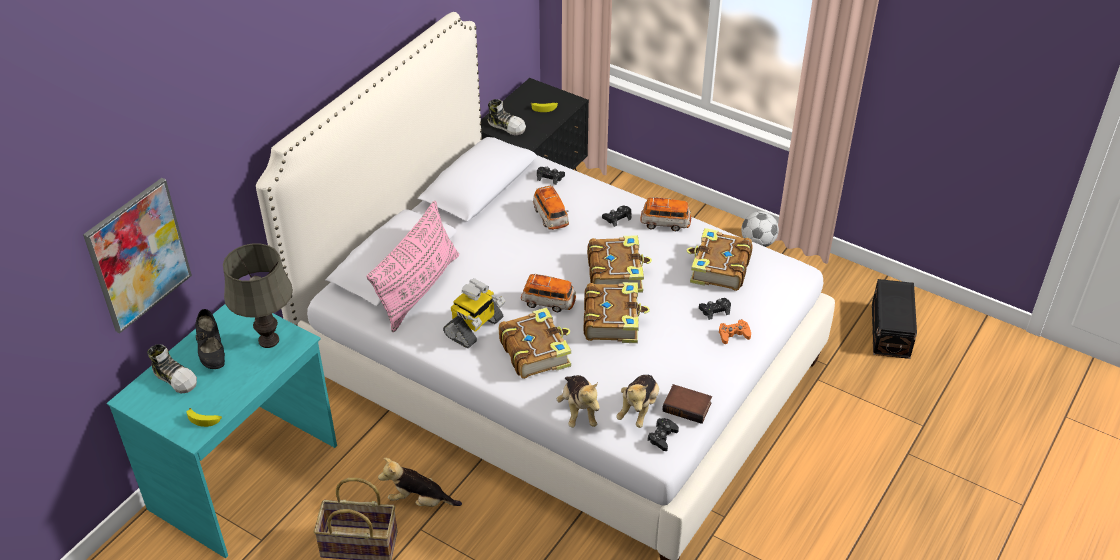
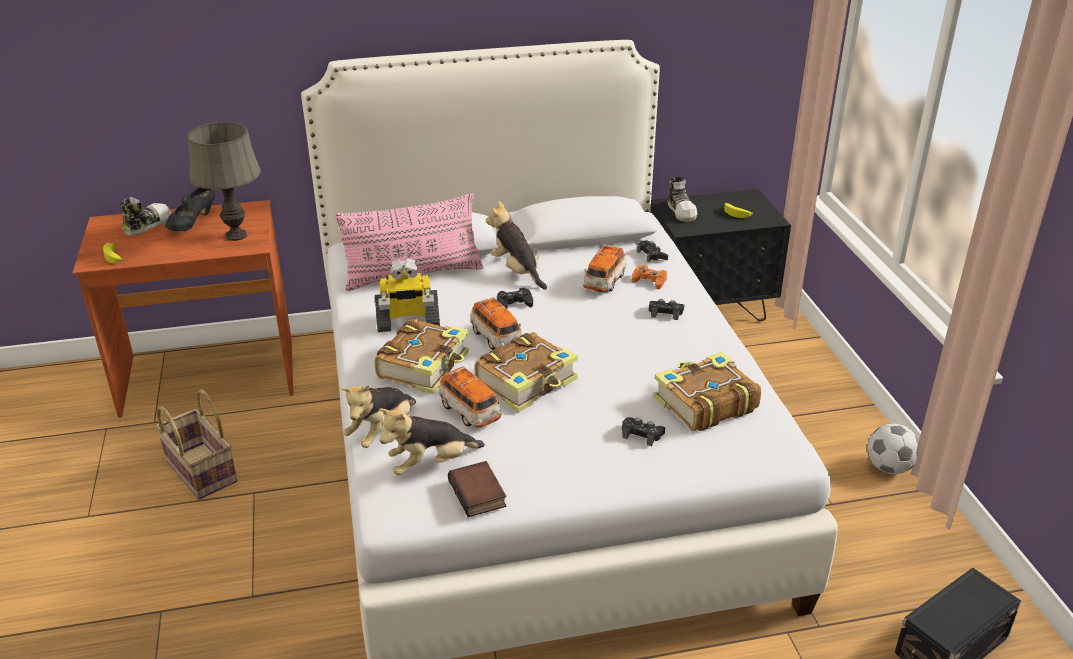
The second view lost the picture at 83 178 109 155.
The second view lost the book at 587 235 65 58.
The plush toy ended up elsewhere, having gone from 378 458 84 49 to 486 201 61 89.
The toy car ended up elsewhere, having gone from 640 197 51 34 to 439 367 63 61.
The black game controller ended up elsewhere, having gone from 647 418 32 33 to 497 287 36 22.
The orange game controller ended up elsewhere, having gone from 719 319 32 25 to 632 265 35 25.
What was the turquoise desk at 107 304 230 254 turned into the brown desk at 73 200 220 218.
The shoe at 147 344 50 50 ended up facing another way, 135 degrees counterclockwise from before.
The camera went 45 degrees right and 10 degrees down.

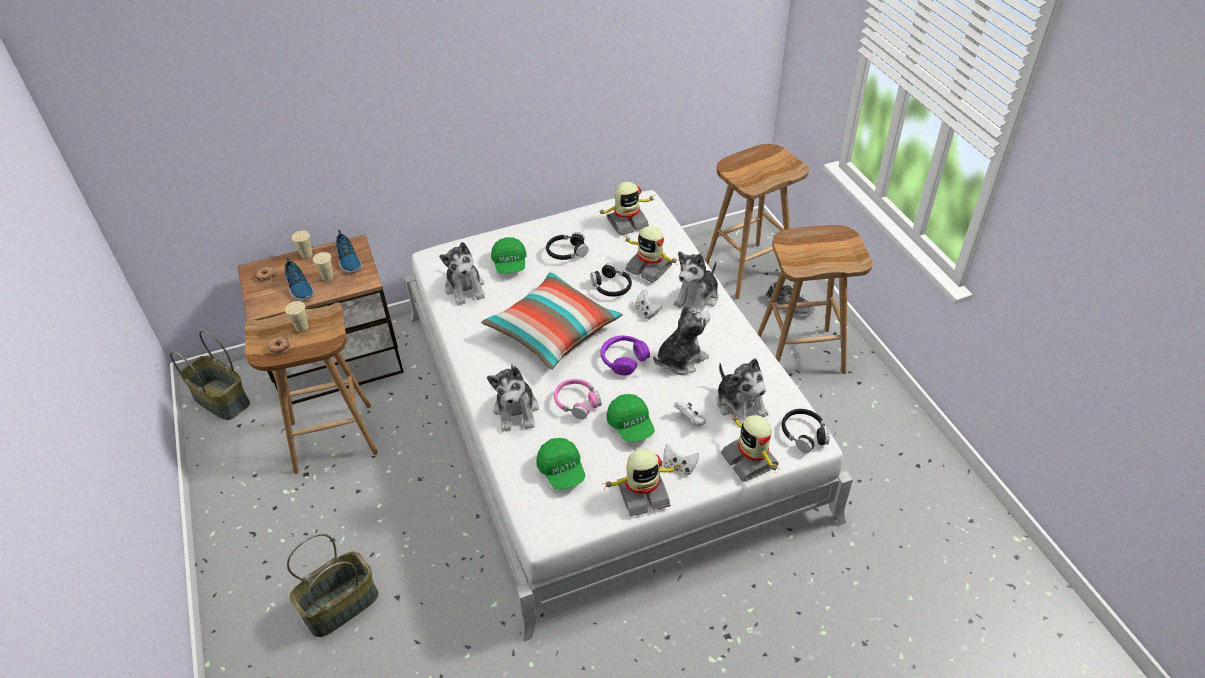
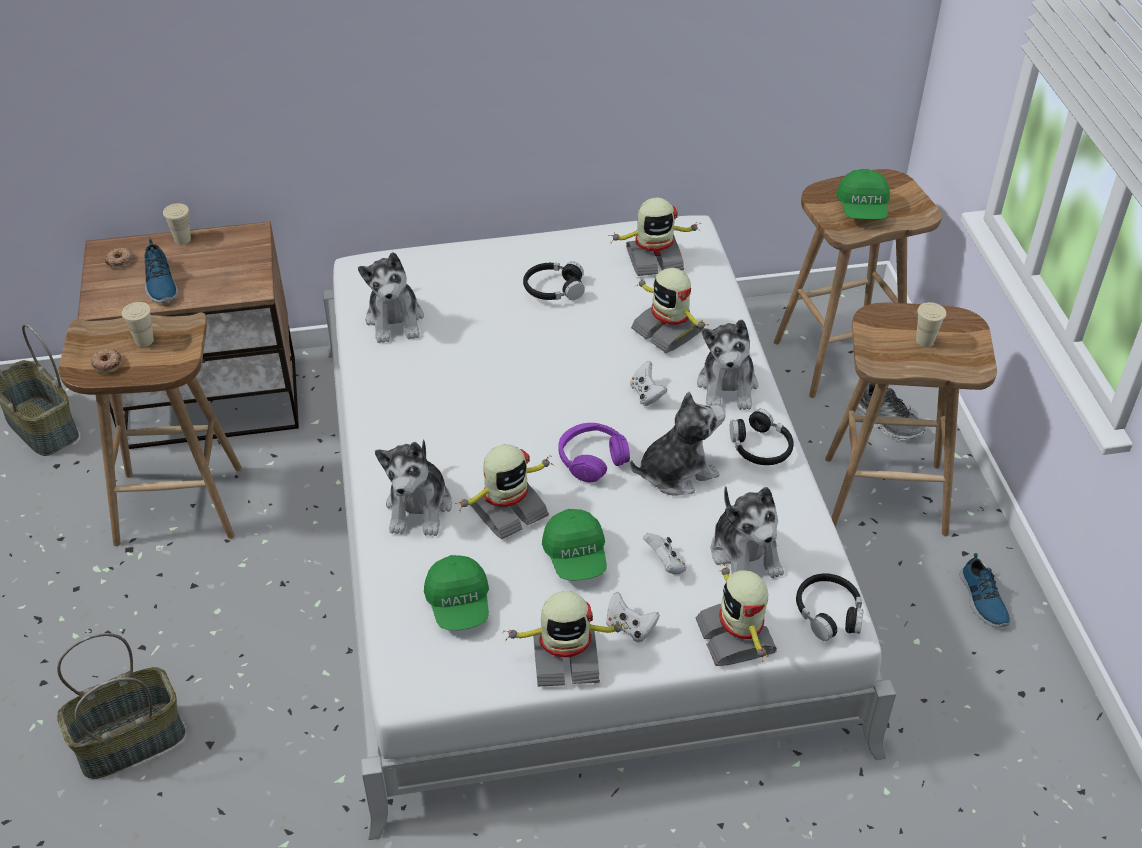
The second view lost the pillow at 481 271 142 98.
The beige cup ended up elsewhere, having gone from 313 252 21 29 to 916 302 30 45.
The shoe ended up elsewhere, having gone from 336 230 26 43 to 959 553 51 75.
The green cap ended up elsewhere, having gone from 491 237 36 36 to 836 169 54 50.
The black headphones ended up elsewhere, having gone from 590 263 42 34 to 730 409 64 56.
Where the pink headphones stood at 554 379 48 40, the toy robot came to stand at 455 444 98 95.
The plush toy at 674 251 45 61 ended up facing another way, 45 degrees counterclockwise from before.
The camera went 10 degrees right and 0 degrees up.

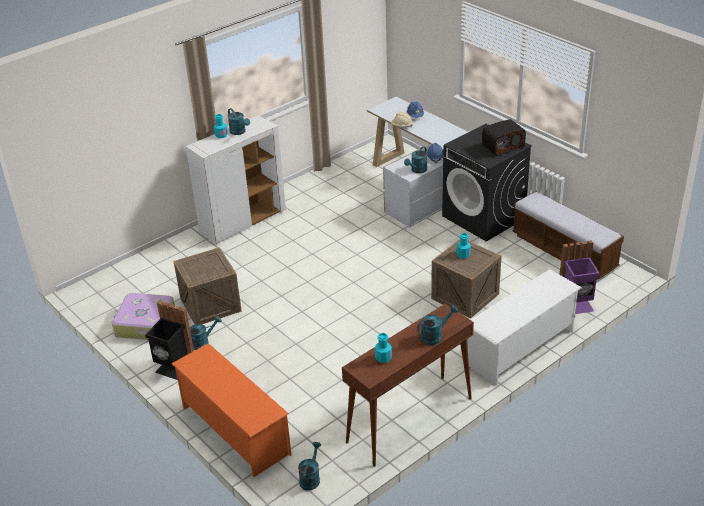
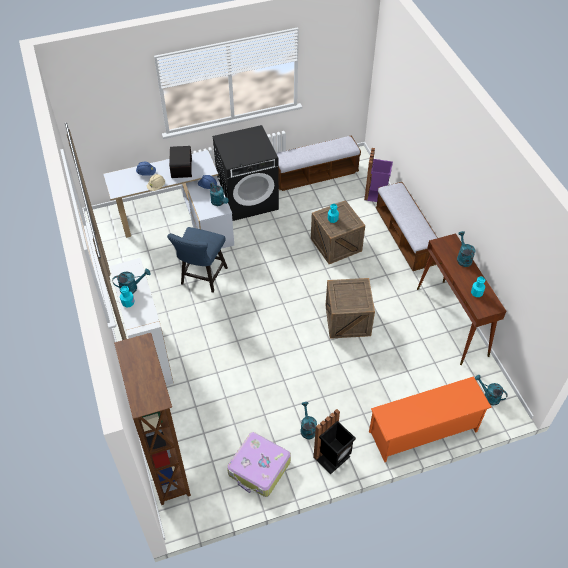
The second view gained the brown bookcase at 114 333 77 172.
The second view gained the blue chair at 167 227 61 66.
The crate ended up elsewhere, having gone from 174 247 68 78 to 325 278 50 61.
The radio ended up elsewhere, having gone from 482 119 44 37 to 169 146 23 32.
Where the white shoe rack stood at 467 269 115 116, the bench came to stand at 376 182 62 89.
The camera went 70 degrees left and 15 degrees up.

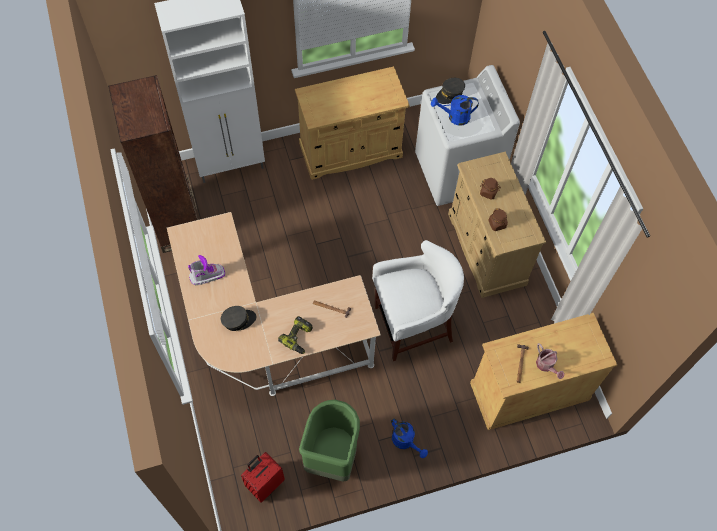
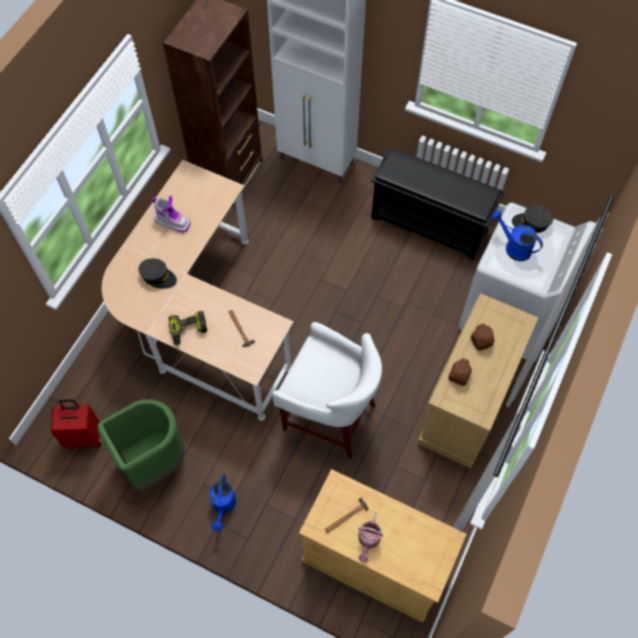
Where the beige cabinet stood at 295 66 115 114, the black shoe rack came to stand at 371 147 134 113.
The camera went 45 degrees right and 0 degrees up.

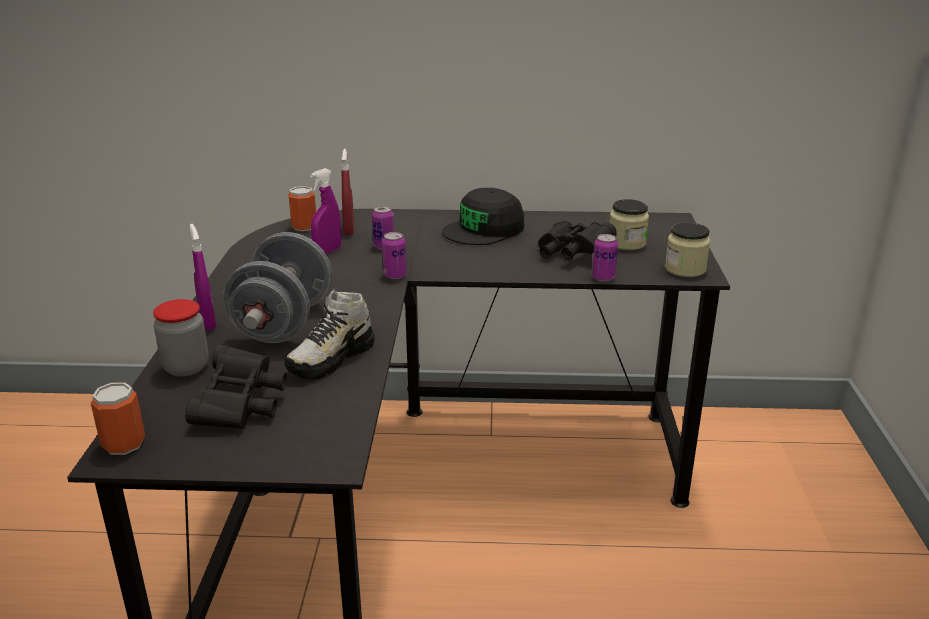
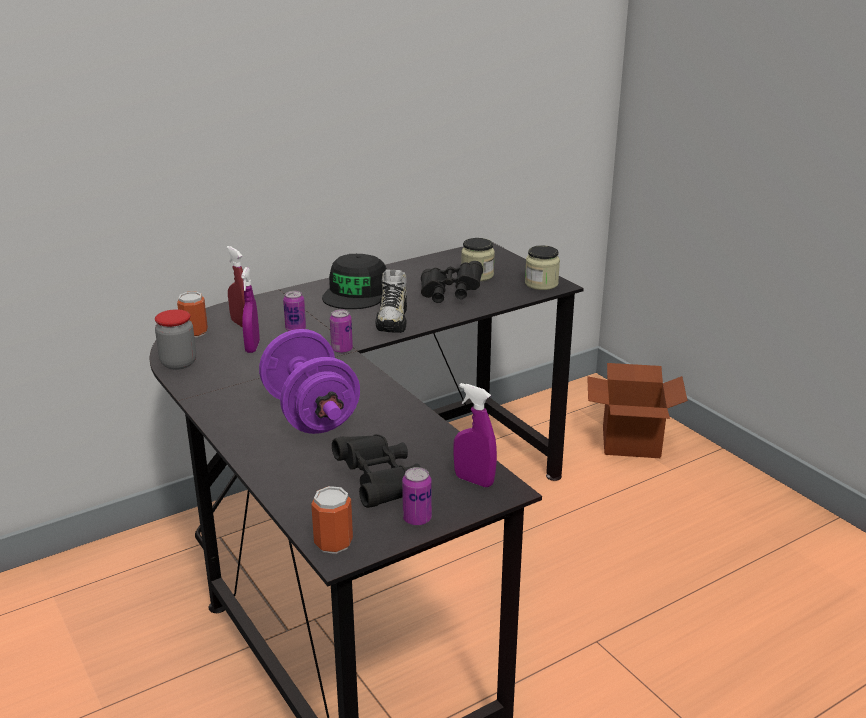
The second view gained the cardboard box at 587 363 101 95.
The jar ended up elsewhere, having gone from 153 299 56 78 to 155 309 41 61.
The purple spray bottle ended up elsewhere, having gone from 190 224 26 106 to 453 383 44 104.
The shoe ended up elsewhere, having gone from 284 289 91 91 to 375 269 32 64.
The can ended up elsewhere, having gone from 592 234 26 48 to 402 467 30 59.
What was the grey dumbbell at 223 232 109 111 turned into the purple dumbbell at 259 329 101 105.
The camera went 35 degrees left and 0 degrees up.

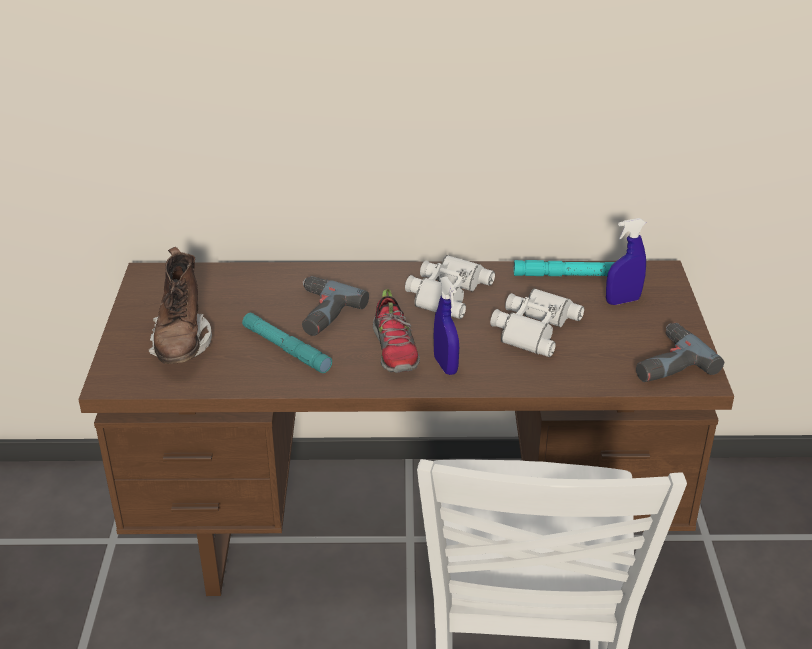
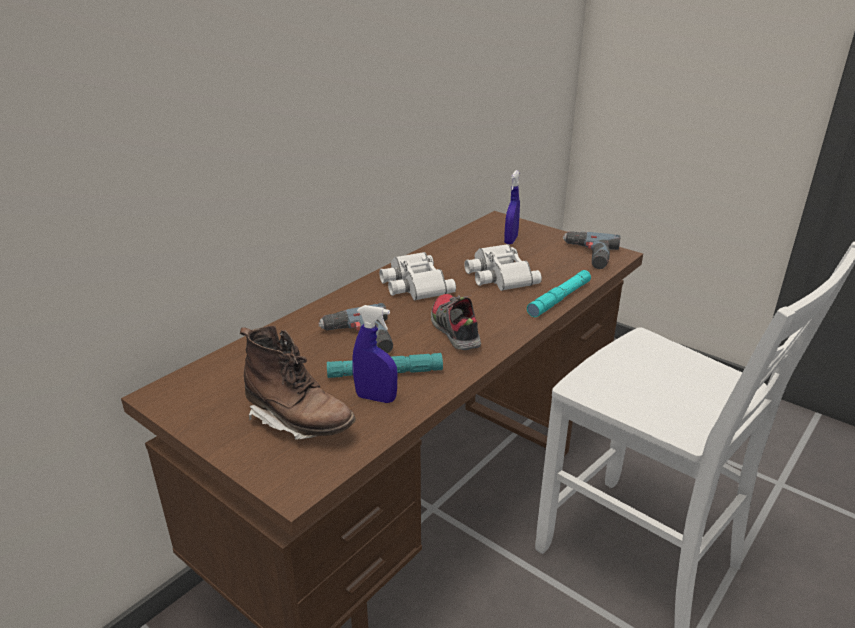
The blue spray bottle ended up elsewhere, having gone from 434 277 25 98 to 352 305 45 98.
The turquoise flashlight ended up elsewhere, having gone from 514 260 101 16 to 527 270 64 47.
The shoe at 373 289 47 84 ended up facing another way, 135 degrees counterclockwise from before.
The camera went 50 degrees left and 5 degrees down.

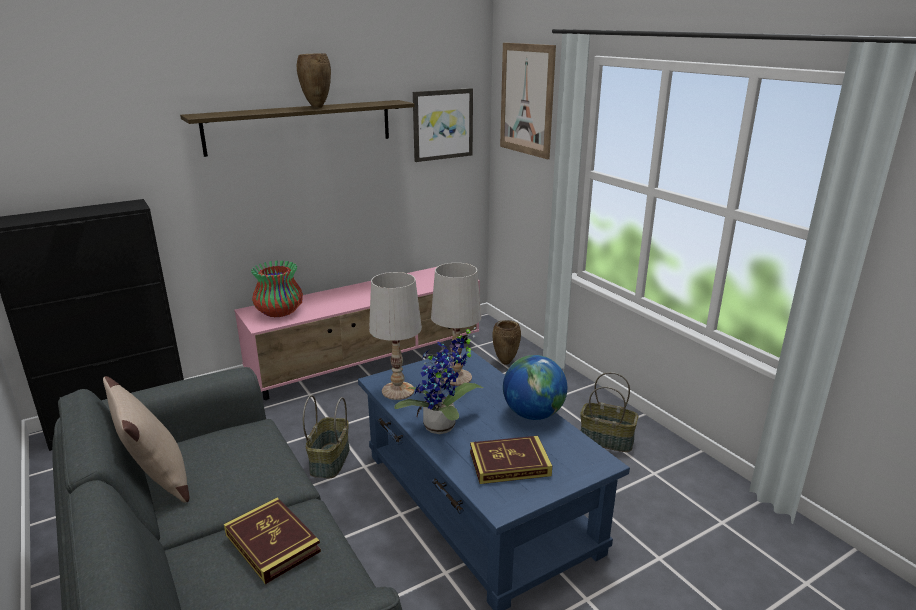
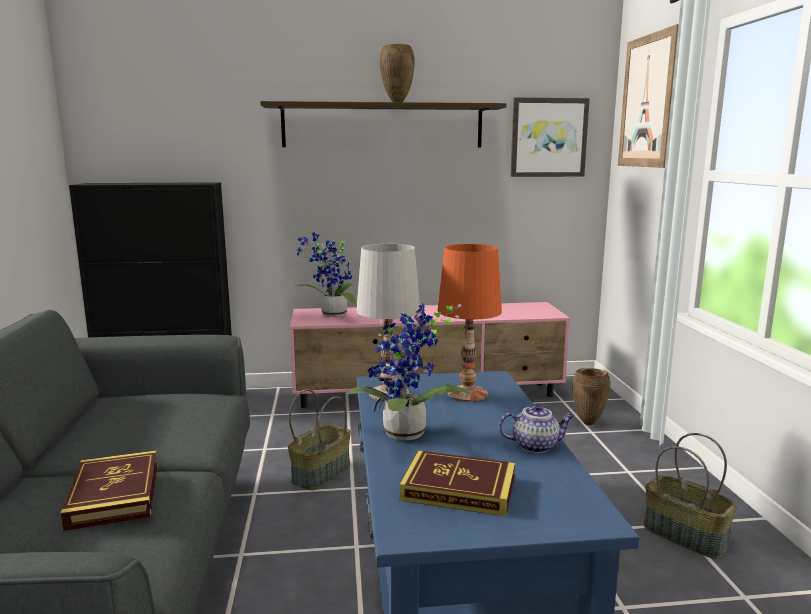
The second view lost the beige pillow at 103 376 86 127.
Where the vase stood at 251 260 52 57, the potted plant came to stand at 294 232 62 85.
Where the globe stood at 503 355 64 65, the teapot came to stand at 499 404 75 49.
What was the white table lamp at 431 263 50 123 turned into the orange table lamp at 438 244 64 158.
The camera went 25 degrees right and 10 degrees down.

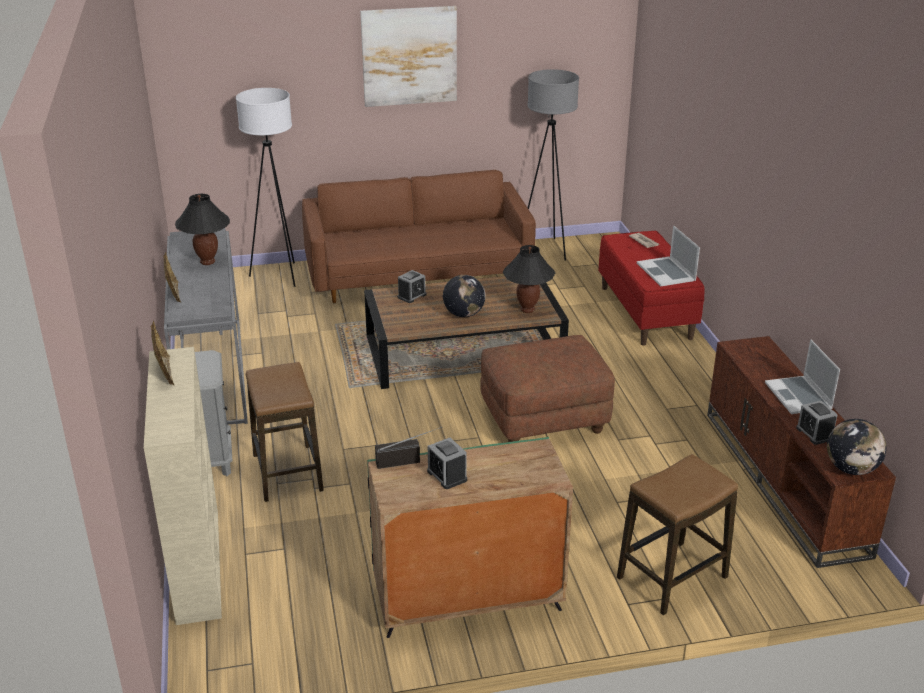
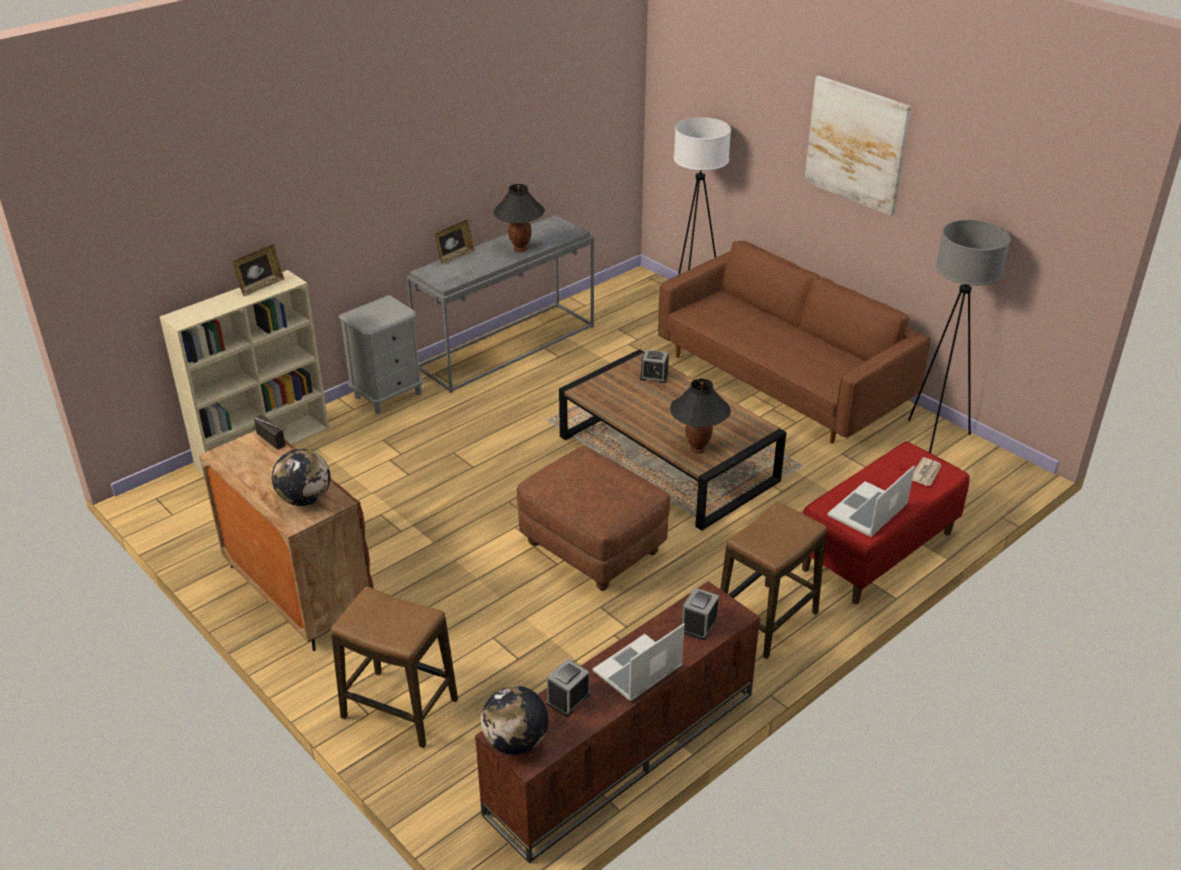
The stool ended up elsewhere, having gone from 246 362 78 140 to 720 501 107 158.
The alarm clock ended up elsewhere, having gone from 427 438 40 51 to 682 588 37 52.
The globe ended up elsewhere, having gone from 443 275 43 42 to 272 449 58 57.
What was the green cabinet at 367 437 206 201 turned into the brown cabinet at 199 430 175 221.
The camera went 60 degrees right and 5 degrees up.

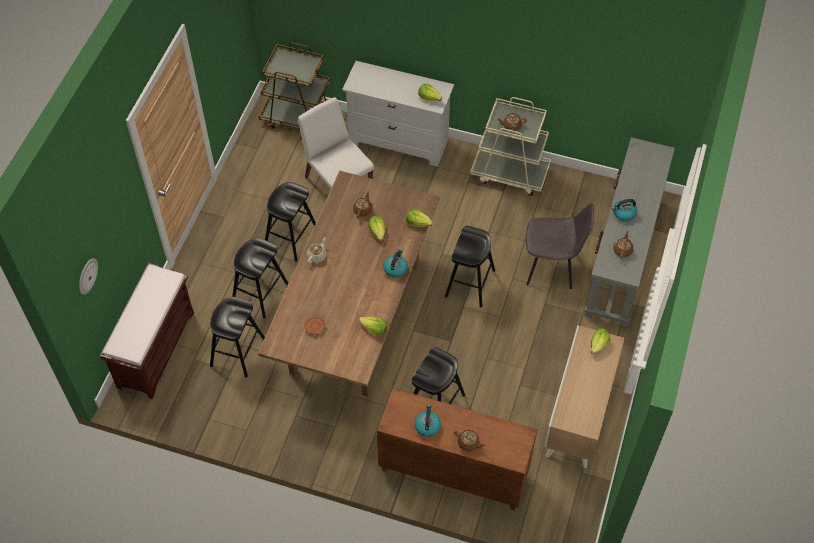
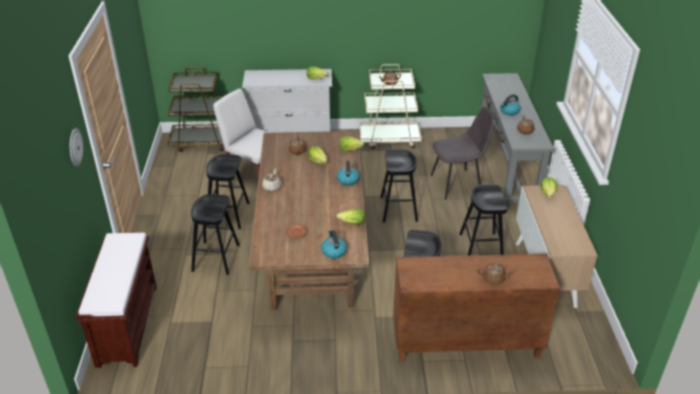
The wall clock ended up elsewhere, having gone from 79 258 19 37 to 70 128 13 38.
The black stool ended up elsewhere, having gone from 210 296 55 81 to 459 185 49 70.
The kettle ended up elsewhere, having gone from 414 405 27 32 to 321 230 26 29.
The camera went 20 degrees left and 20 degrees down.

